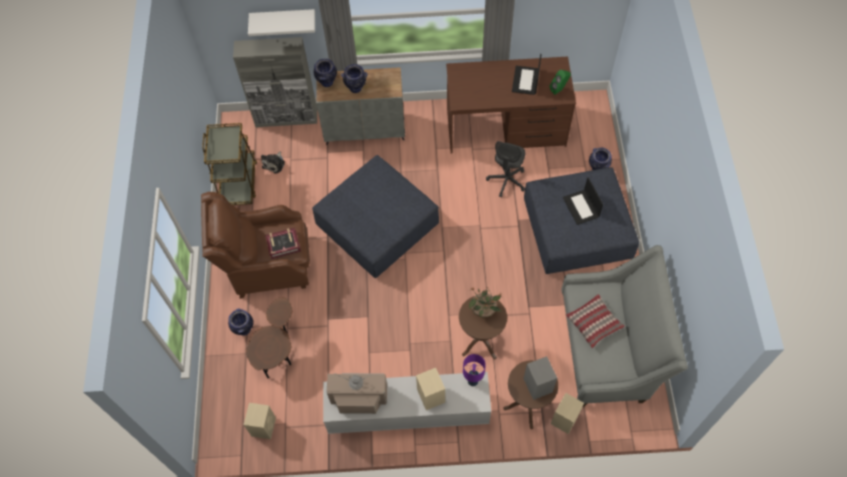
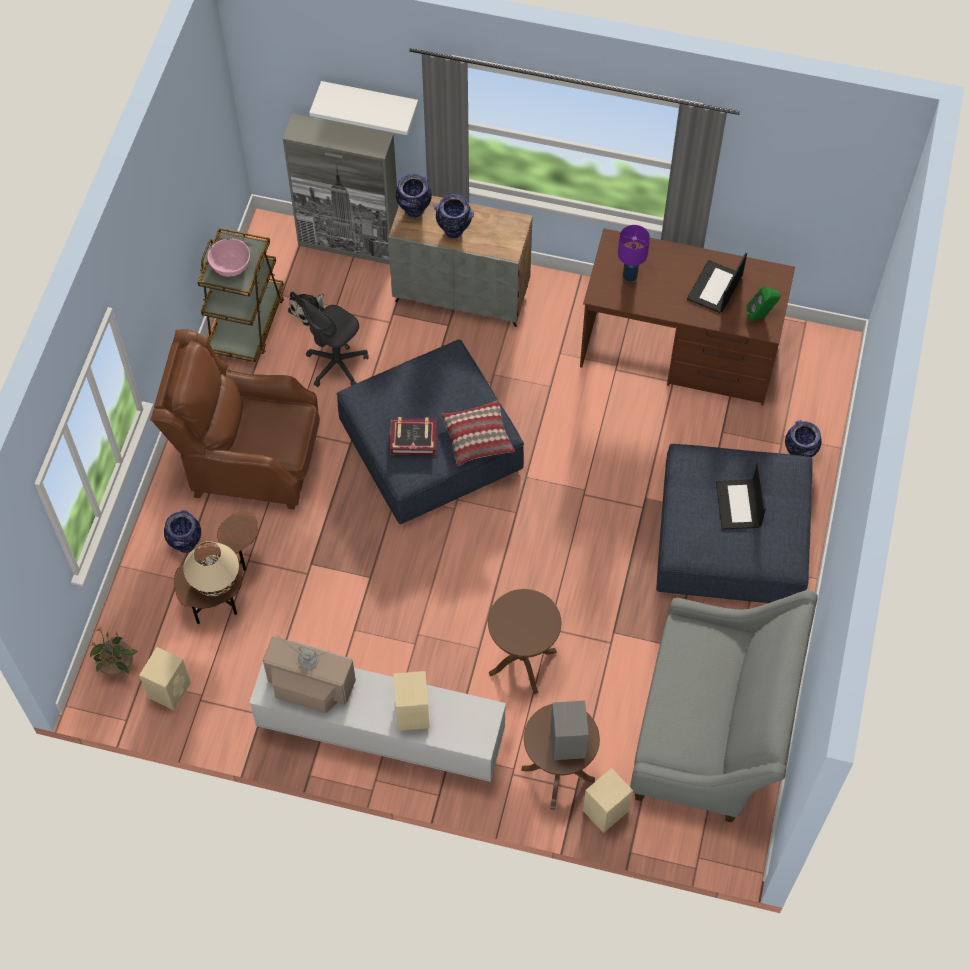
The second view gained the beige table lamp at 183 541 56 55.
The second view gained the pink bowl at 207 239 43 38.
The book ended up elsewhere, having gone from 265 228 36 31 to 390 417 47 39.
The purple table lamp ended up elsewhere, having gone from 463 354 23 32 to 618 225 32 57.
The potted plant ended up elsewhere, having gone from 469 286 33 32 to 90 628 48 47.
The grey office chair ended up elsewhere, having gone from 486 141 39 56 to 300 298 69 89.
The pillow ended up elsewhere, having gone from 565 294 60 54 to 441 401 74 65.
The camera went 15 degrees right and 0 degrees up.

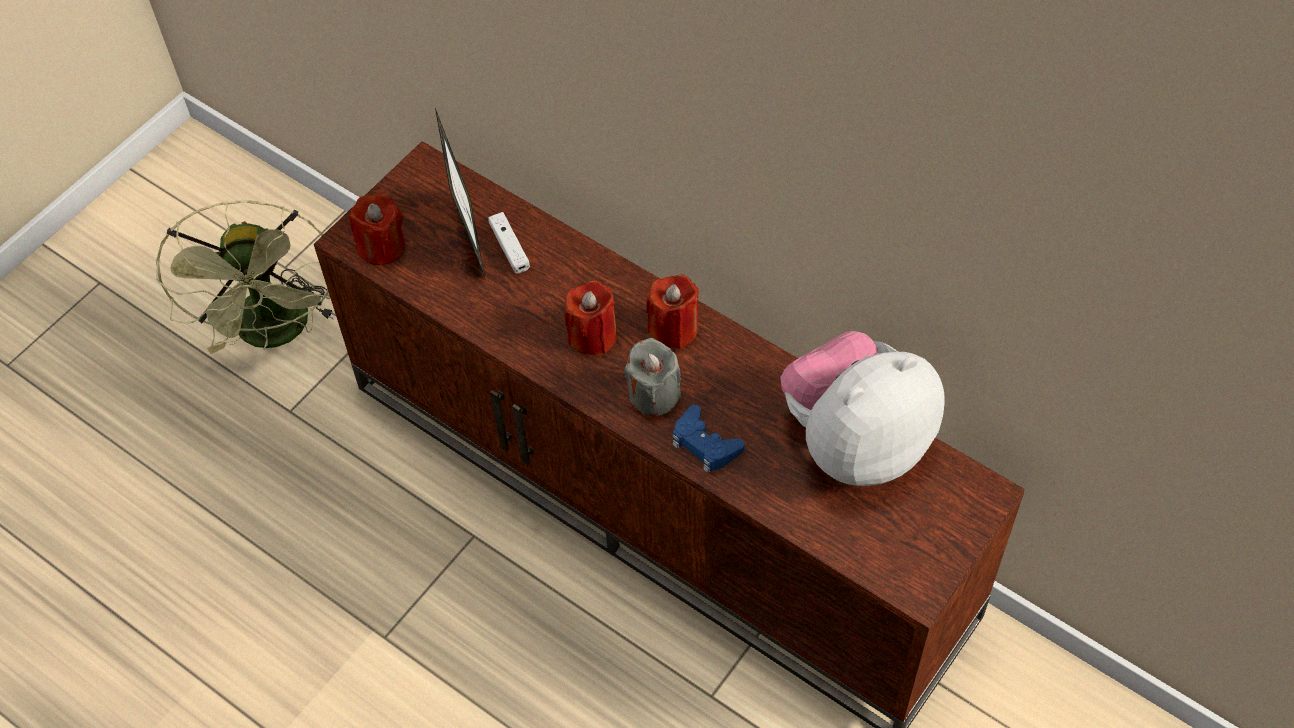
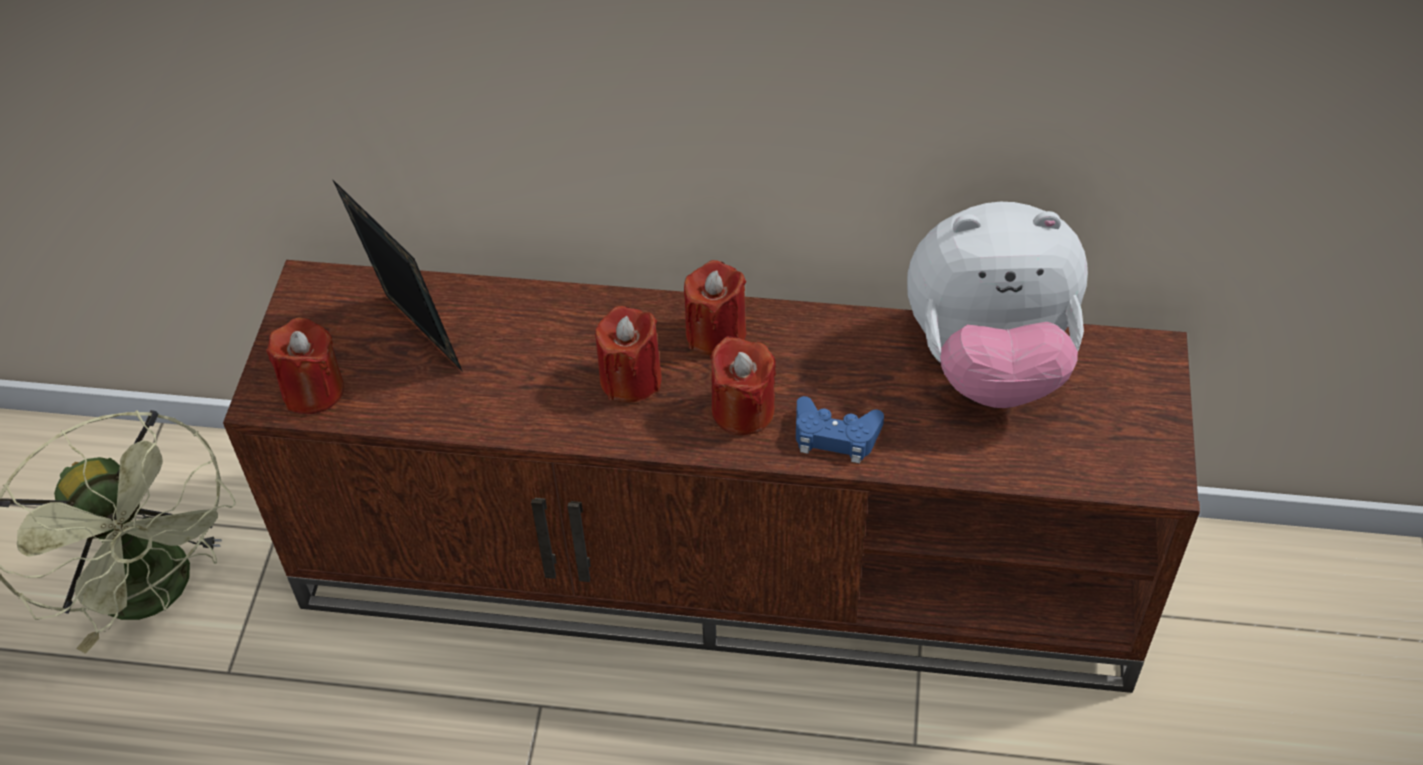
The second view lost the white game controller at 488 212 42 61.
What was the grey candle at 624 338 57 78 turned into the red candle at 710 336 66 99.
The plush toy at 780 331 165 155 ended up facing another way, 120 degrees counterclockwise from before.
The camera went 30 degrees left and 5 degrees down.

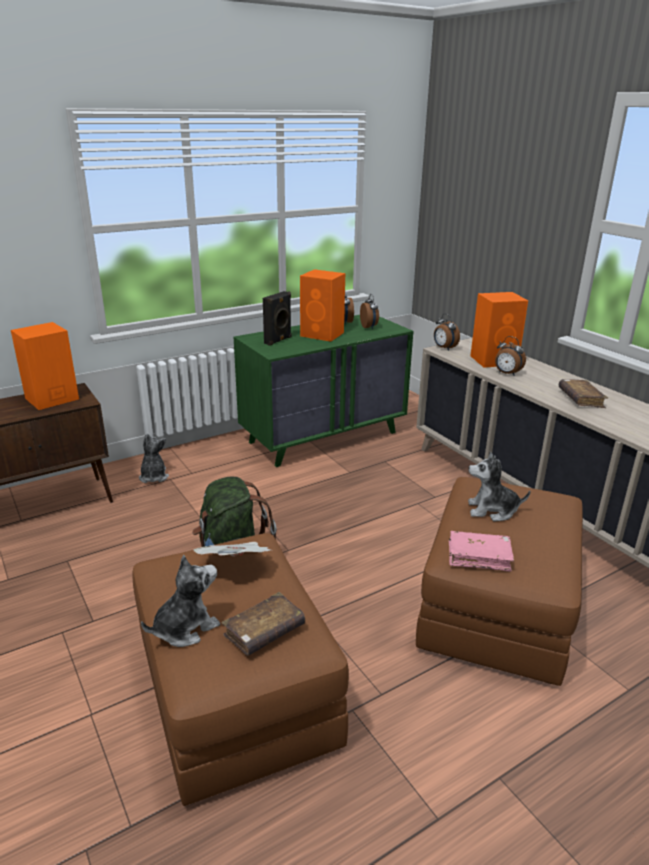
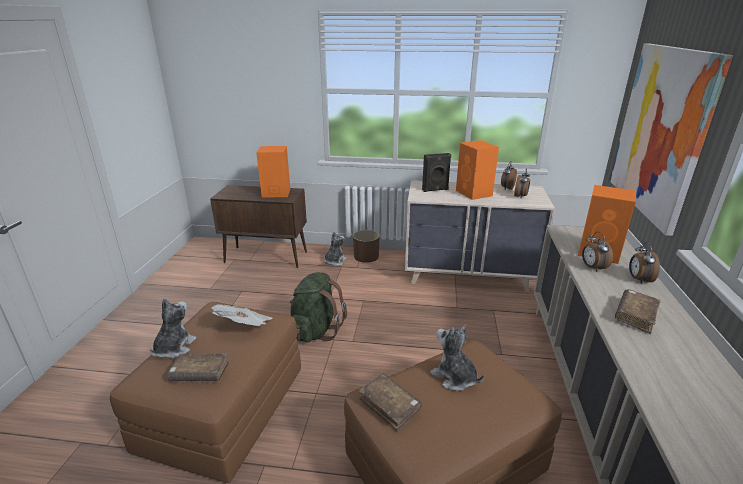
The second view gained the brown planter at 353 230 27 33.
The second view gained the picture at 609 43 124 193.
The alarm clock ended up elsewhere, having gone from 434 313 26 38 to 629 242 31 42.
What was the green dresser at 233 315 181 152 turned into the beige dresser at 405 180 150 112.
What was the pink book at 449 531 65 41 turned into the brown book at 359 373 63 58.
The plush toy at 141 555 79 92 ended up facing another way, 75 degrees counterclockwise from before.
The camera went 40 degrees right and 0 degrees up.

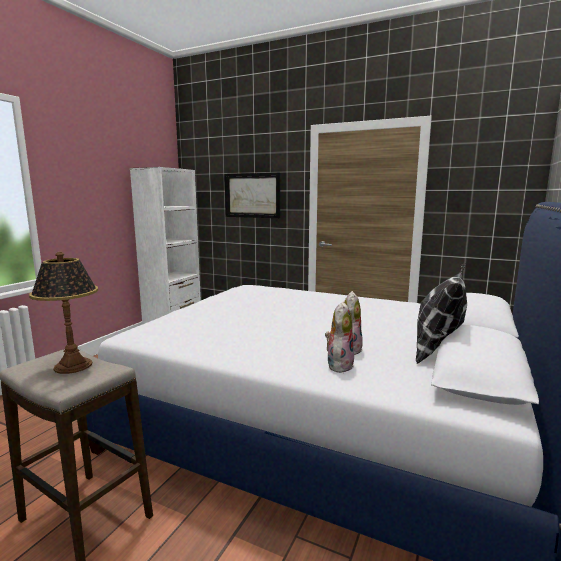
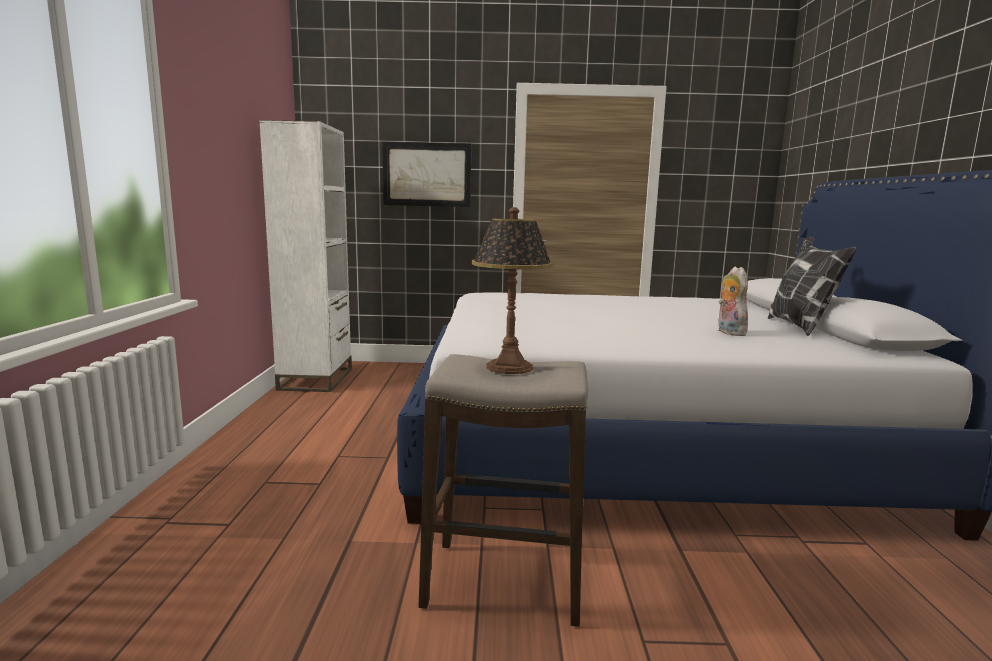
The second view lost the plush toy at 325 302 29 71.
The camera went 25 degrees left and 0 degrees up.

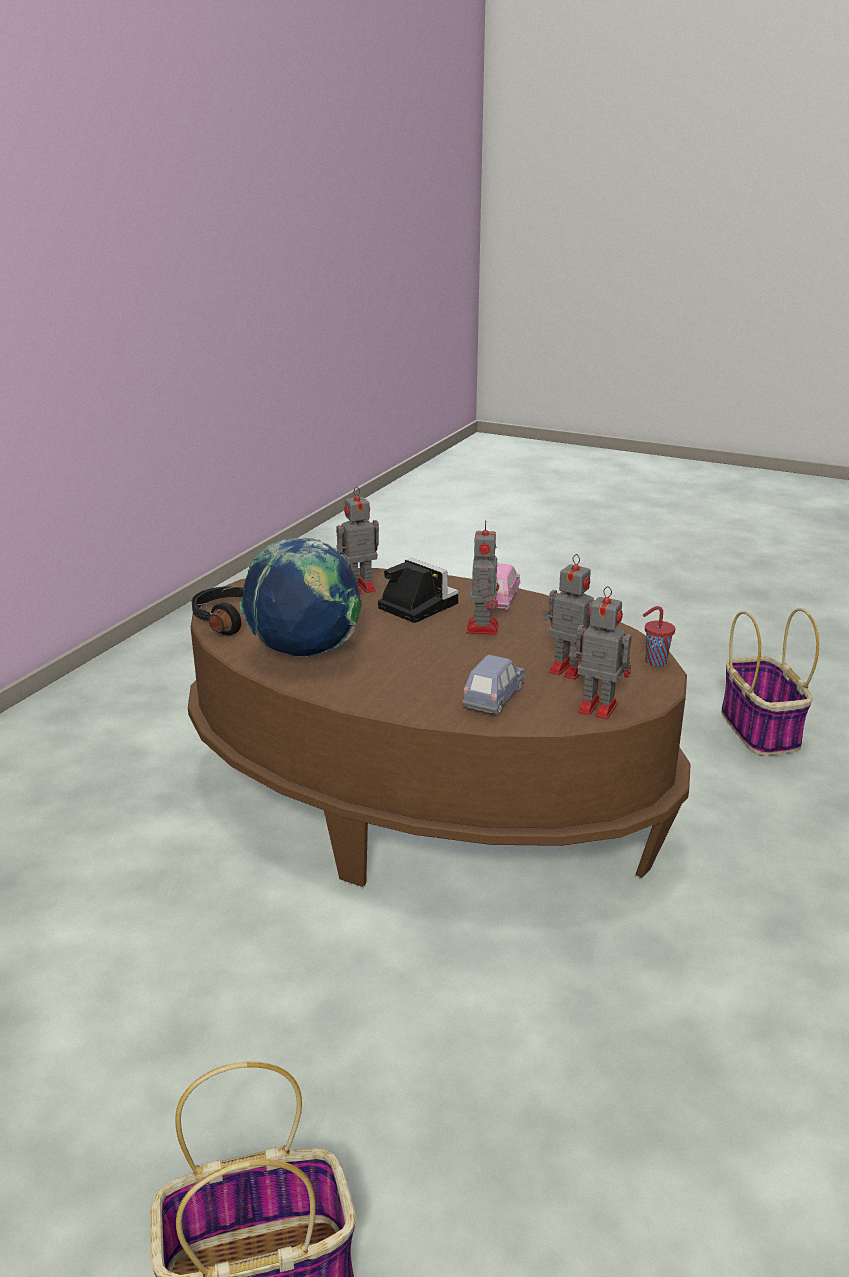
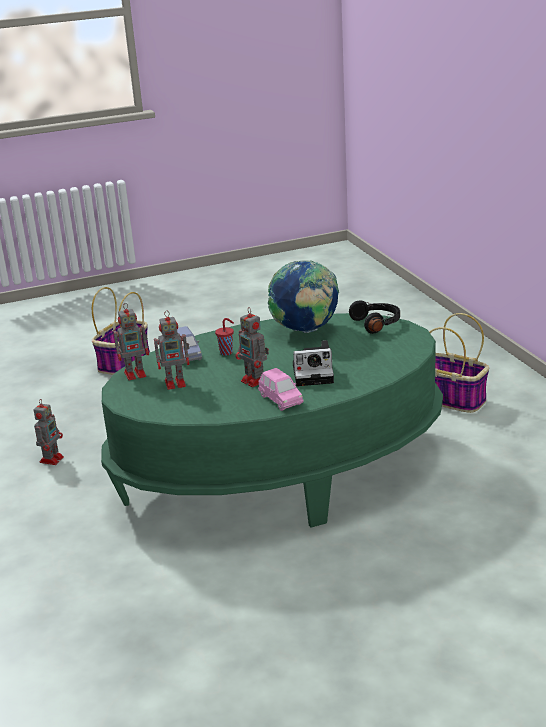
The toy robot ended up elsewhere, having gone from 336 487 43 107 to 34 401 30 64.
The red cup ended up elsewhere, having gone from 643 606 32 61 to 215 318 19 37.
The basket ended up elsewhere, having gone from 721 608 98 148 to 429 313 60 100.
What was the brown coffee table at 188 568 503 319 turned into the green coffee table at 101 313 342 215.
The camera went 135 degrees right and 0 degrees up.

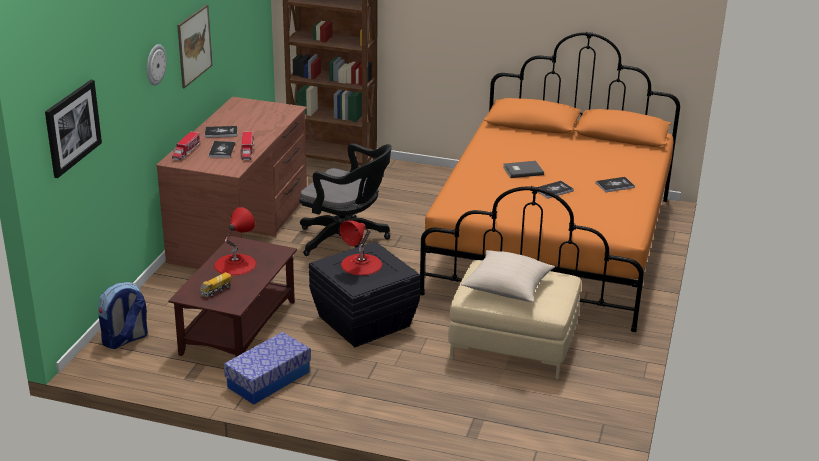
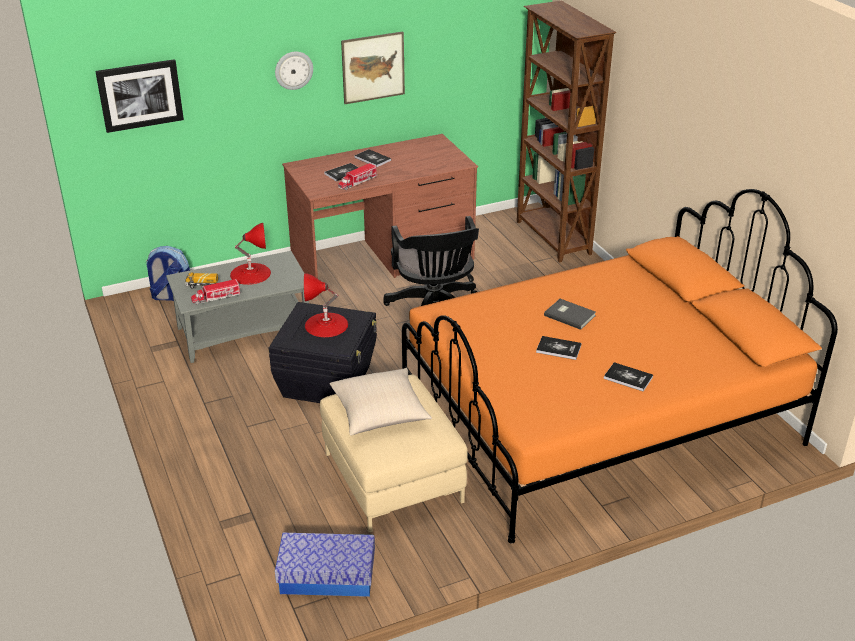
The toy truck ended up elsewhere, having gone from 172 132 28 28 to 191 279 50 26.
The storage box ended up elsewhere, having gone from 224 332 87 73 to 275 533 100 64.
What was the brown coffee table at 168 236 129 121 turned into the grey coffee table at 166 251 143 112.
The camera went 50 degrees right and 5 degrees up.

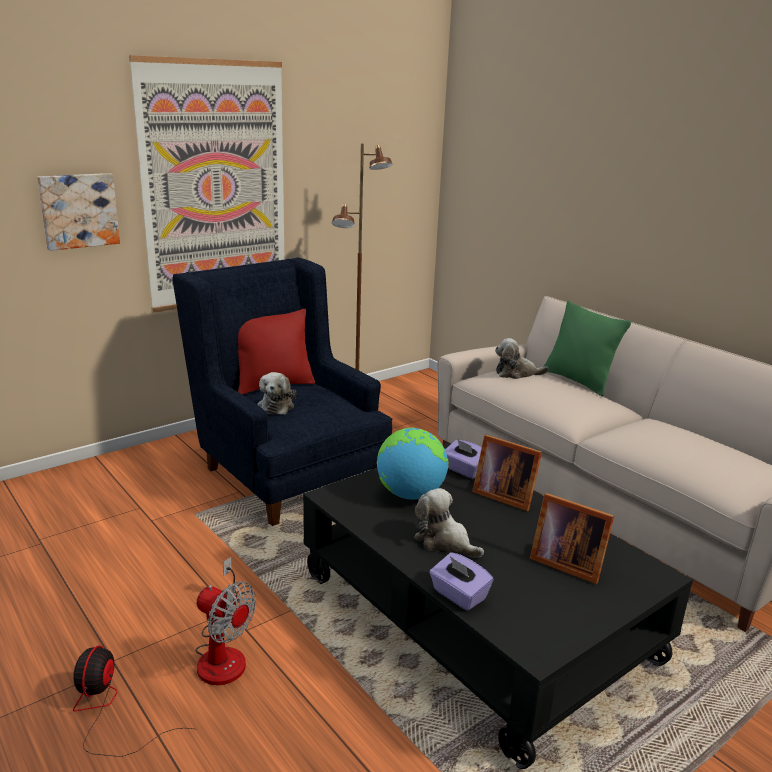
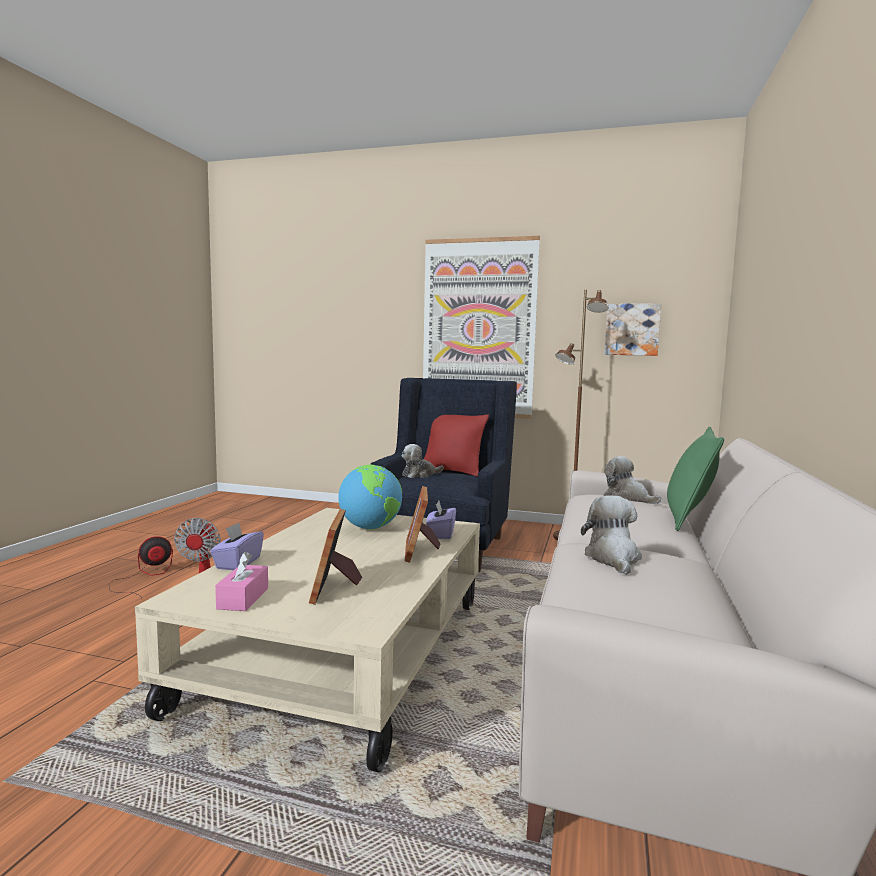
The second view gained the pink tissue box at 215 552 53 59.
The picture ended up elsewhere, having gone from 37 173 83 78 to 605 303 56 53.
The plush toy ended up elsewhere, having gone from 414 488 70 70 to 581 496 61 79.
What was the black coffee table at 303 443 390 326 turned into the beige coffee table at 135 508 345 265.
The camera went 55 degrees right and 15 degrees down.

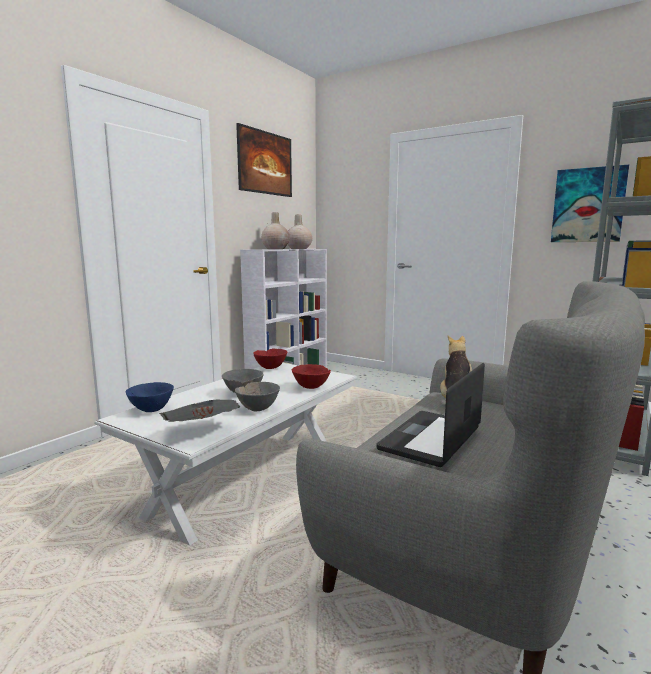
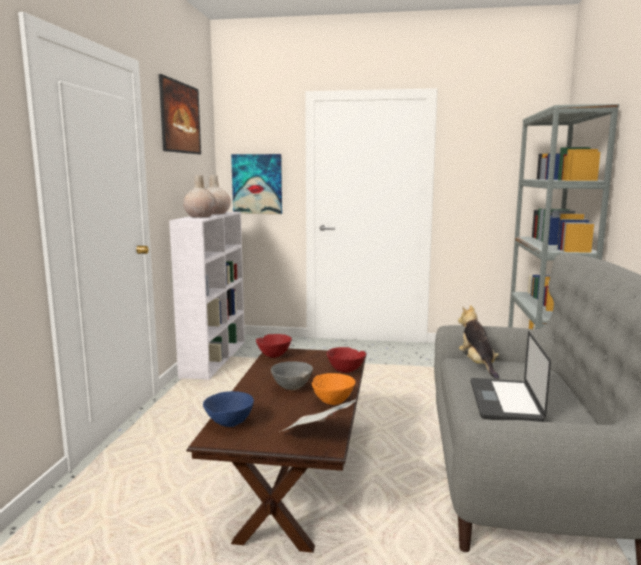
The picture ended up elsewhere, having gone from 551 165 78 77 to 231 154 51 60.
What was the white coffee table at 95 363 263 182 turned into the brown coffee table at 187 349 179 204.
What was the grey bowl at 235 382 45 29 turned into the orange bowl at 312 373 43 32.
The camera went 25 degrees left and 0 degrees up.

